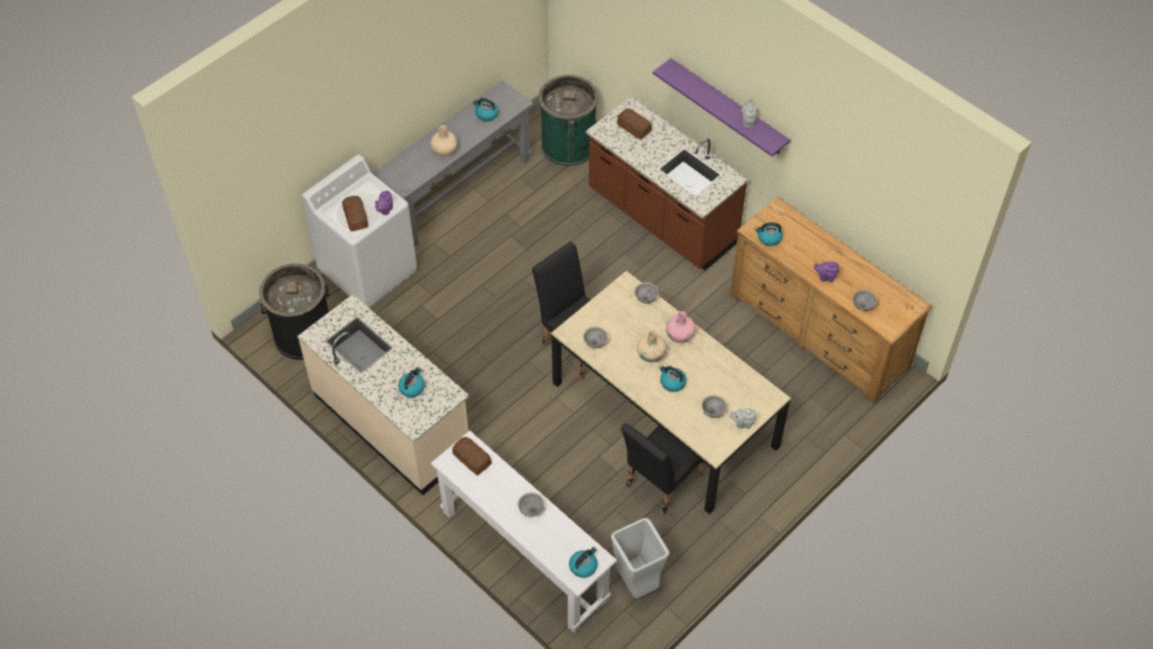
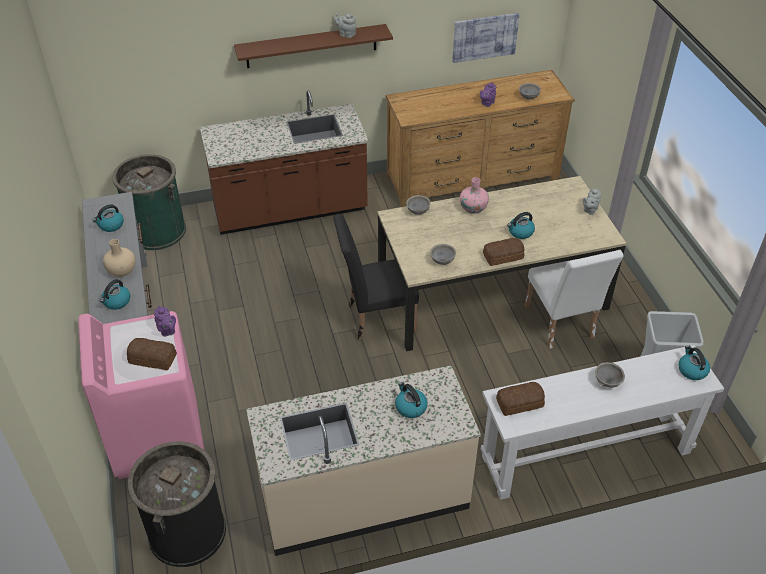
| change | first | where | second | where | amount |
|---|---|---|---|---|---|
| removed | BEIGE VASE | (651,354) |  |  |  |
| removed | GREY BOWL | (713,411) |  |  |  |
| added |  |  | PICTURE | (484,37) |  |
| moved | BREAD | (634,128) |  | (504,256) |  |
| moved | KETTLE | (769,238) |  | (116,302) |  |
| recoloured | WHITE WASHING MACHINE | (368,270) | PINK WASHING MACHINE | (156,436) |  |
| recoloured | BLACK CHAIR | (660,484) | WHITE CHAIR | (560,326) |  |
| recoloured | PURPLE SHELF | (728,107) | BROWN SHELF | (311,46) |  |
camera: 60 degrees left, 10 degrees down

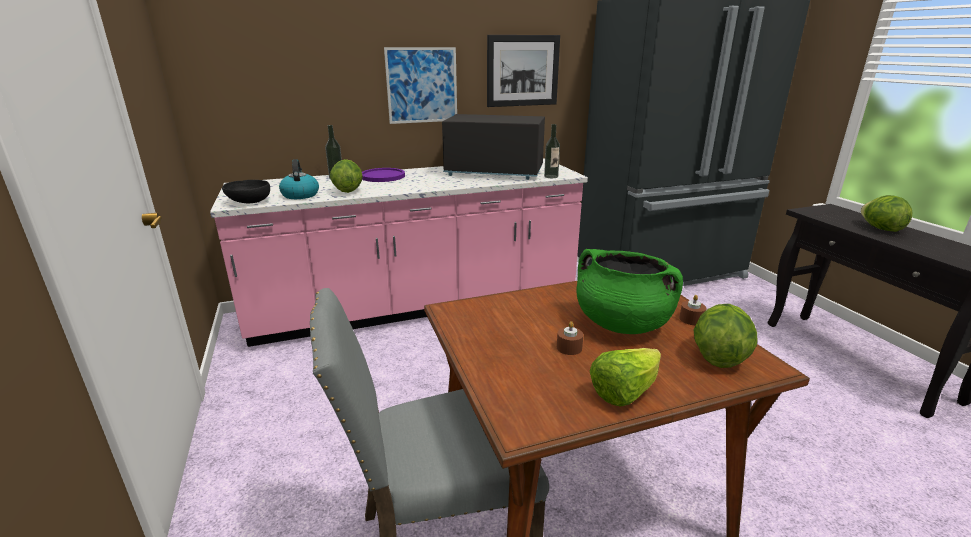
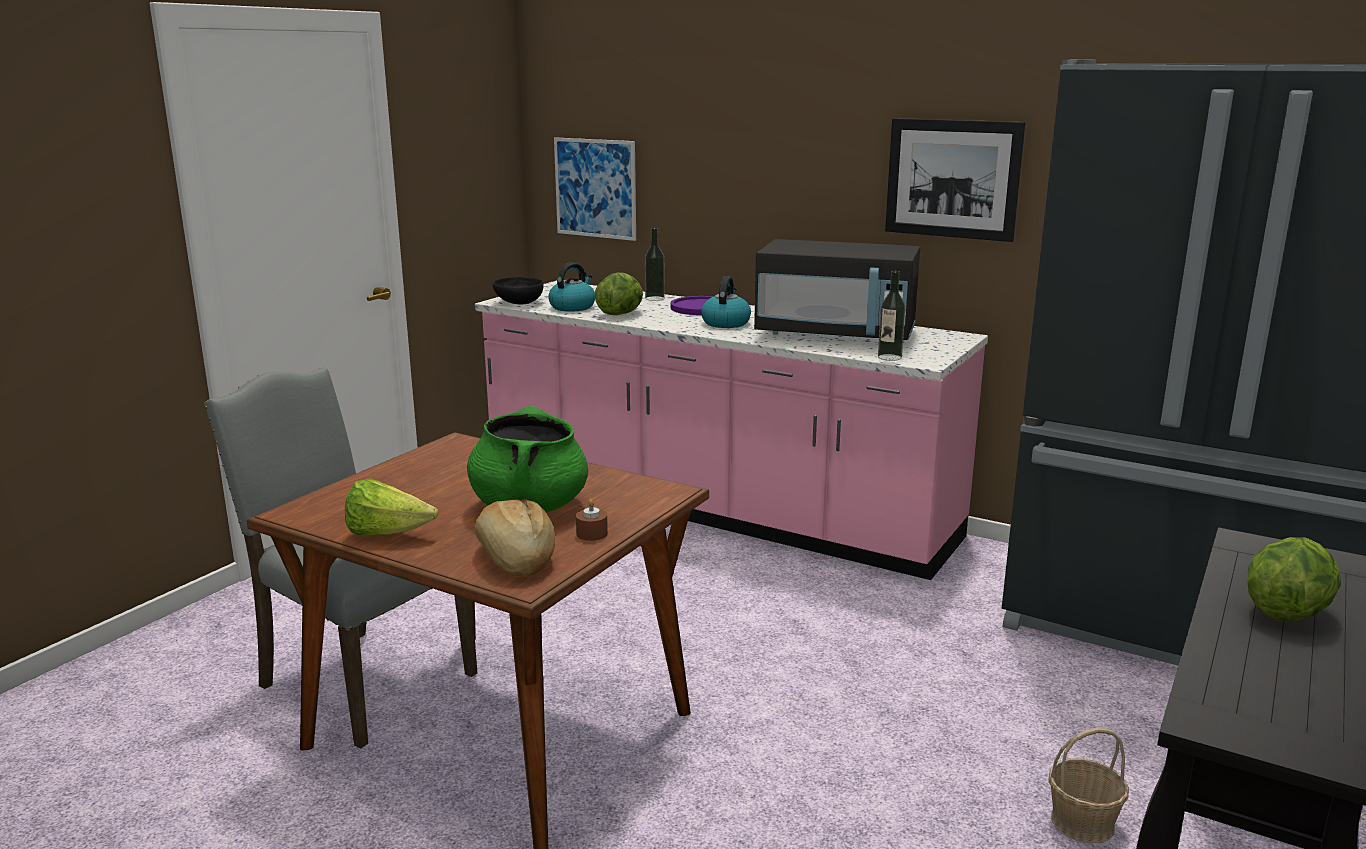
| change | first | where | second | where | amount |
|---|---|---|---|---|---|
| removed | BROWN CANDLE | (569,347) |  |  |  |
| added |  |  | KETTLE | (725,323) |  |
| added |  |  | BASKET | (1083,822) |  |
| moved | PICTURE | (422,85) |  | (595,188) |  |
| replaced | LETTUCE | (718,356) | BREAD | (514,559) |  |
| turned | BLACK MICROWAVE | (494,172) |  | (836,334) | 135 degrees clockwise |
camera: 50 degrees right, 5 degrees down

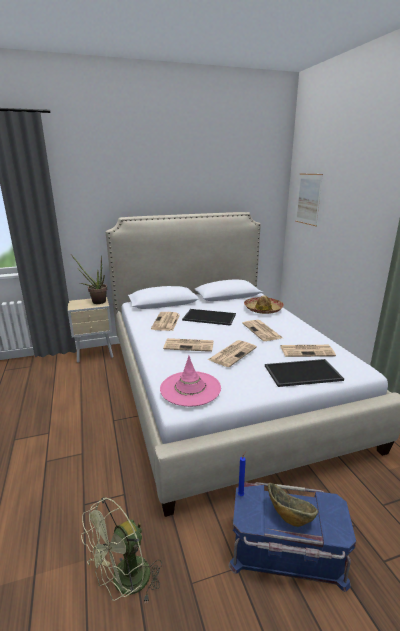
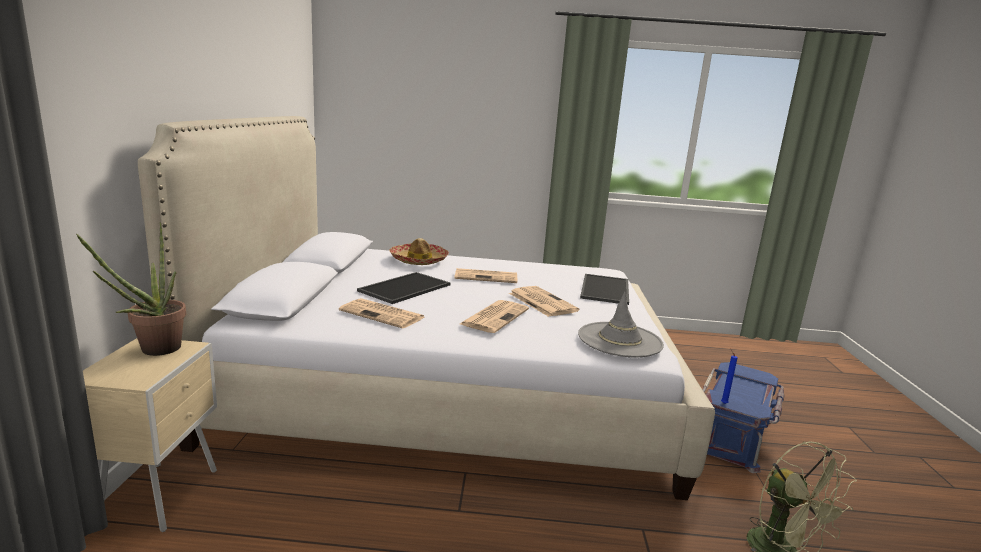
| change | first | where | second | where | amount |
|---|---|---|---|---|---|
| removed | BOWL | (289,516) |  |  |  |
| removed | NEWSPAPER | (307,351) |  |  |  |
| removed | PICTURE | (308,199) |  |  |  |
| recoloured | PINK HAT | (190,388) | GREY HAT | (620,340) |  |
camera: 70 degrees left, 5 degrees down

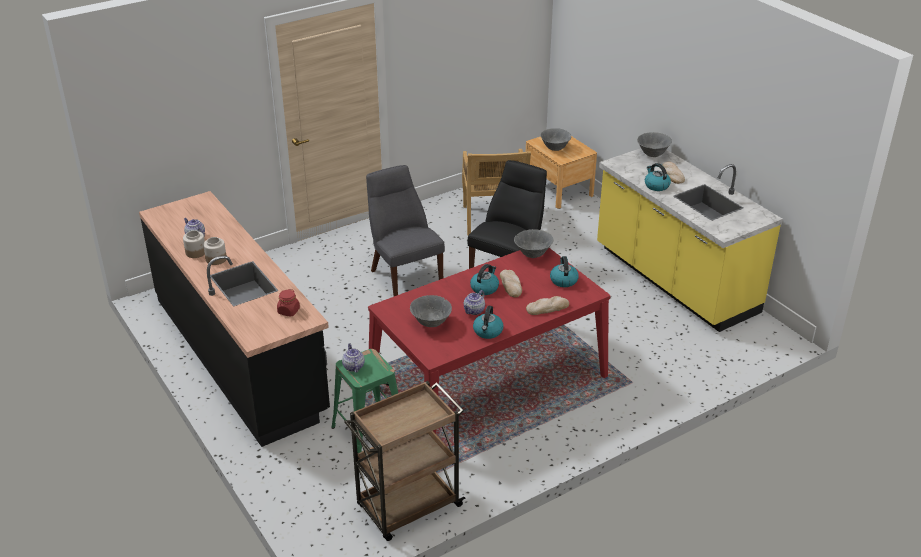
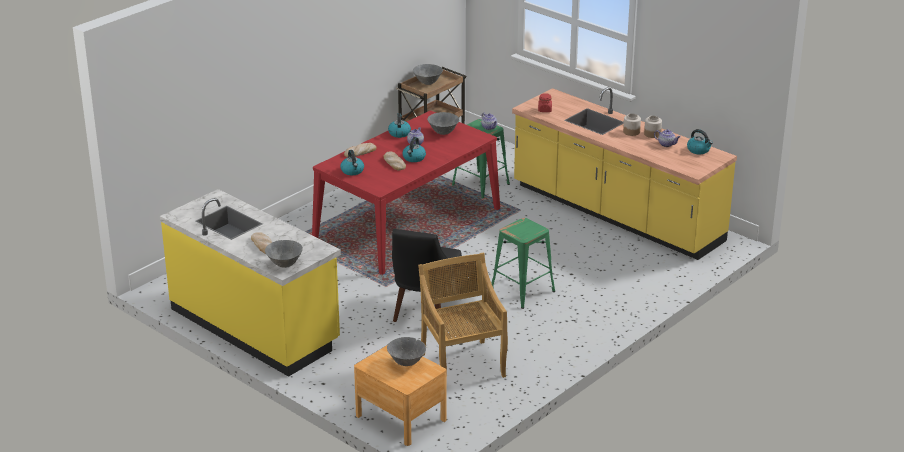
| change | first | where | second | where | amount |
|---|---|---|---|---|---|
| moved | GREY BOWL | (532,255) |  | (427,83) |  |
| moved | KETTLE | (656,185) |  | (699,150) |  |
| replaced | GREY CHAIR | (404,277) | GREEN STOOL | (523,291) |  |
| recoloured | BLACK COUNTER | (240,354) | YELLOW COUNTER | (616,214) |  |
camera: 165 degrees right, 5 degrees down

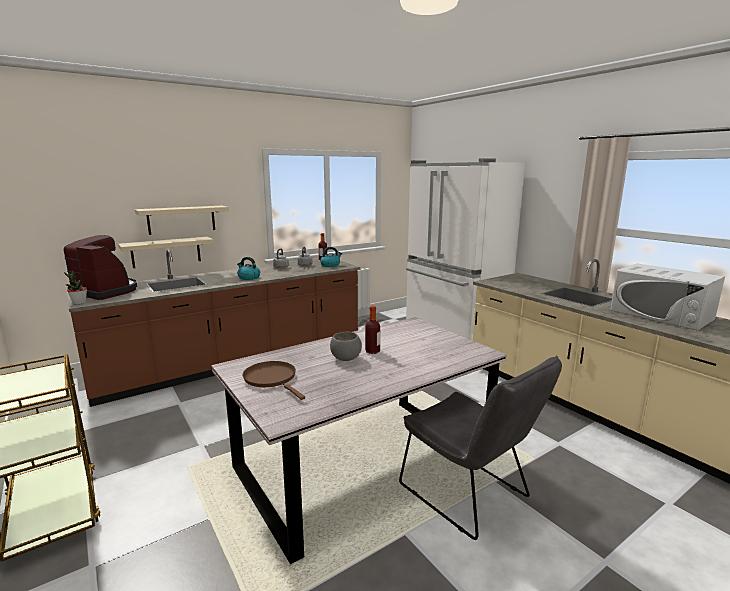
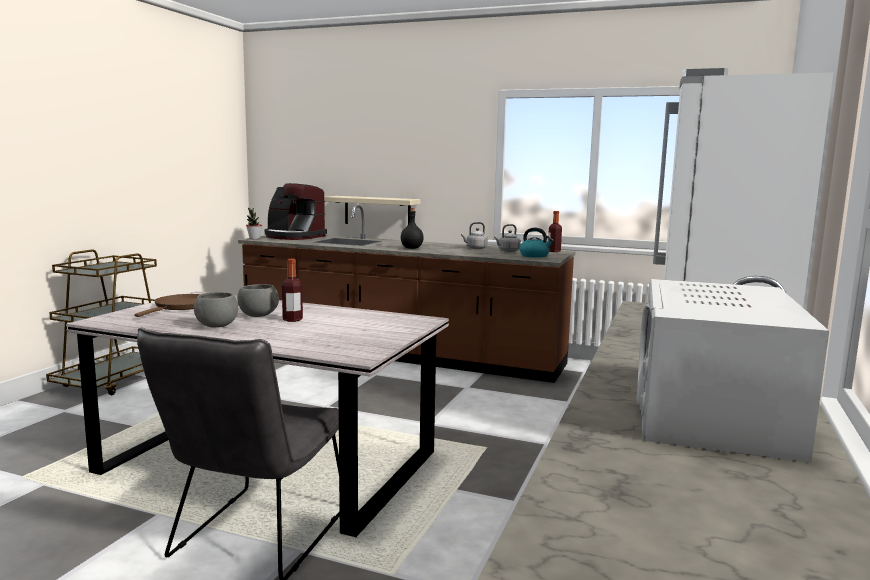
| change | first | where | second | where | amount |
|---|---|---|---|---|---|
| removed | BEIGE SHELF | (181,219) |  |  |  |
| added |  |  | GREY BOWL | (216,326) |  |
| replaced | KETTLE | (248,277) | BLACK BOTTLE | (411,248) |  |
| turned | COFFEE MACHINE | (106,291) |  | (293,237) | 120 degrees clockwise |
camera: 55 degrees right, 5 degrees down

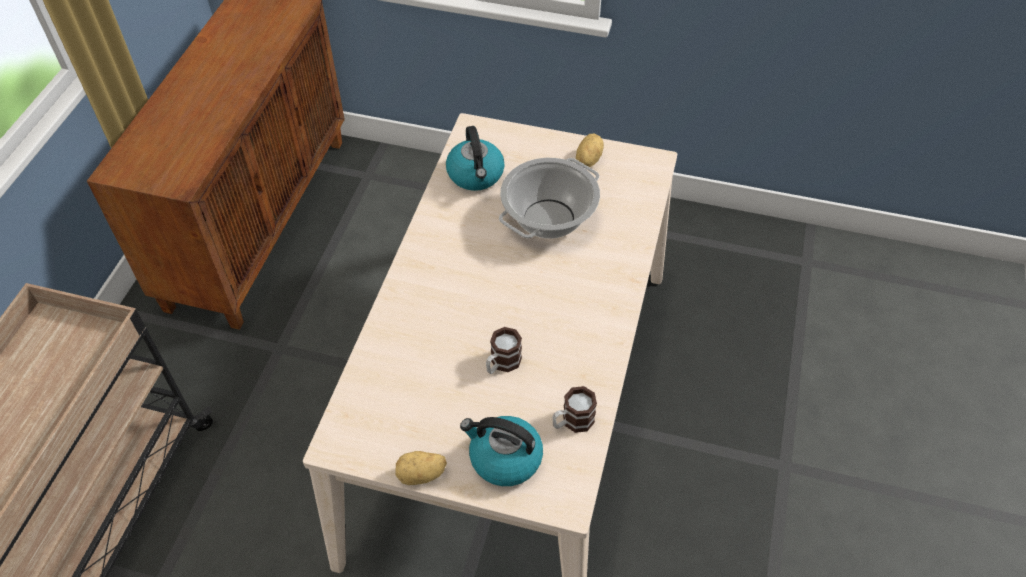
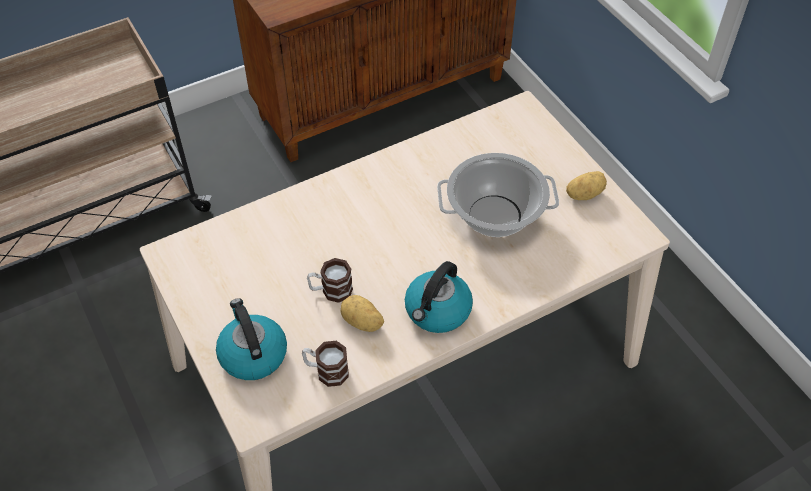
| change | first | where | second | where | amount |
|---|---|---|---|---|---|
| moved | POTATO | (421,475) |  | (362,323) |  |
| moved | KETTLE | (476,175) |  | (437,311) |  |
camera: 45 degrees right, 0 degrees up

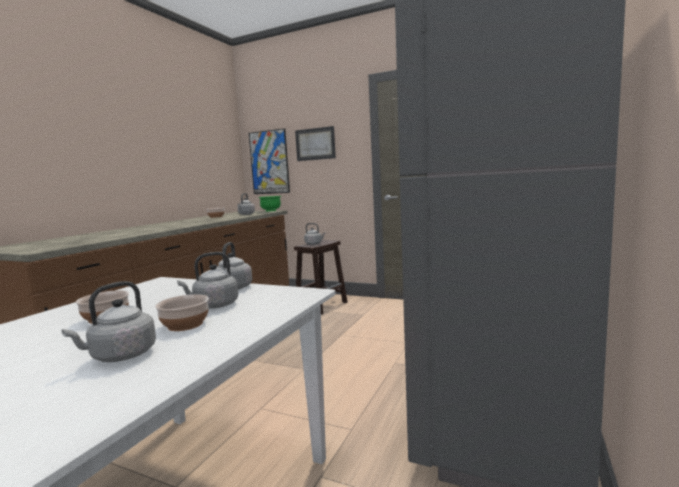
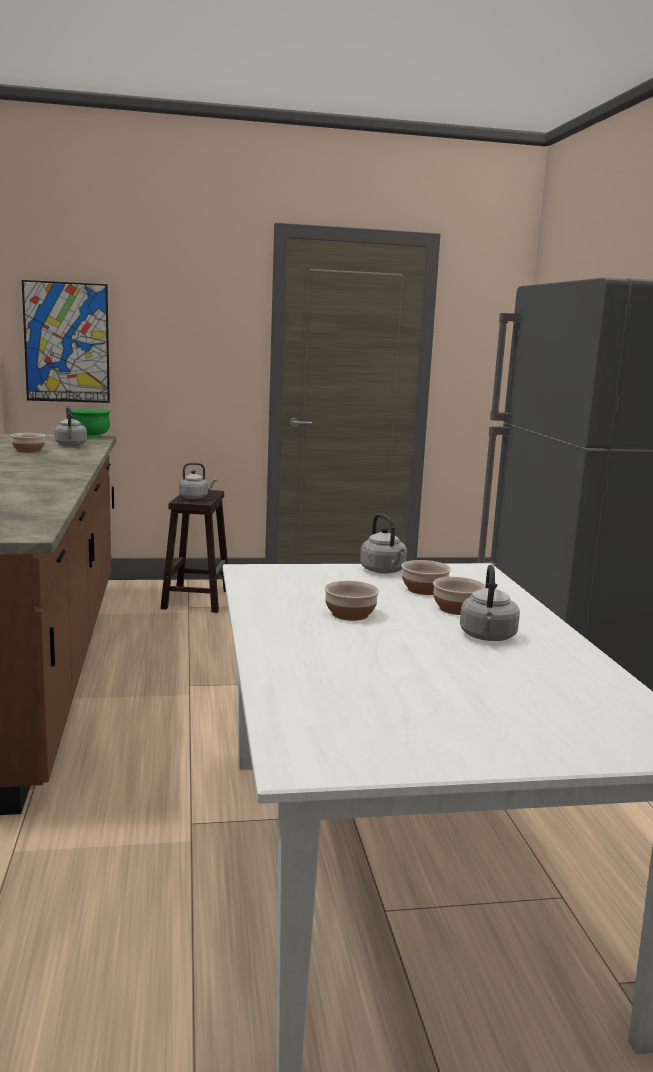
| change | first | where | second | where | amount |
|---|---|---|---|---|---|
| removed | PICTURE | (315,144) |  |  |  |
| replaced | GREY KETTLE | (214,305) | BOWL | (424,590) |  |
camera: 35 degrees left, 5 degrees up

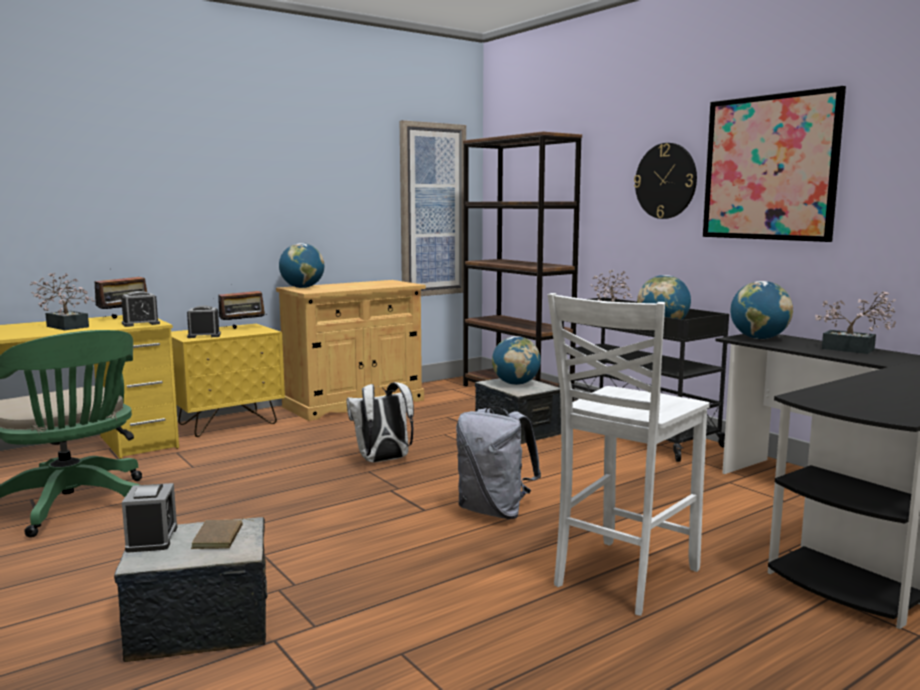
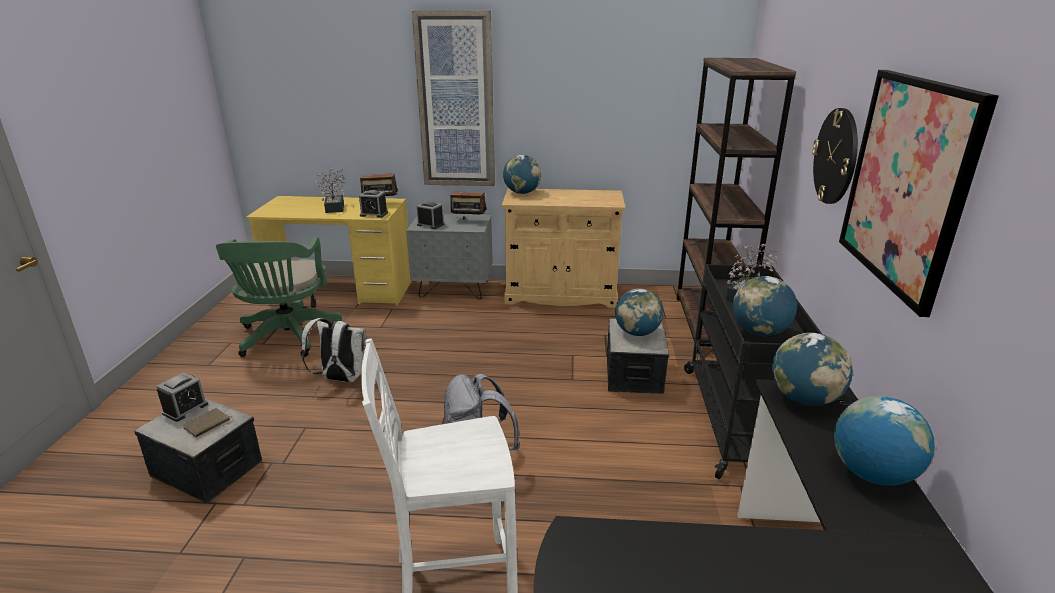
| change | first | where | second | where | amount |
|---|---|---|---|---|---|
| moved | WHITE BACKPACK | (383,460) |  | (341,379) |  |
| moved | PICTURE | (432,210) |  | (456,102) |  |
| replaced | POTTED PLANT | (854,350) | GLOBE | (871,473) |  |
| recoloured | YELLOW NIGHTSTAND | (228,424) | GREY NIGHTSTAND | (454,290) |  |
camera: 40 degrees right, 15 degrees up

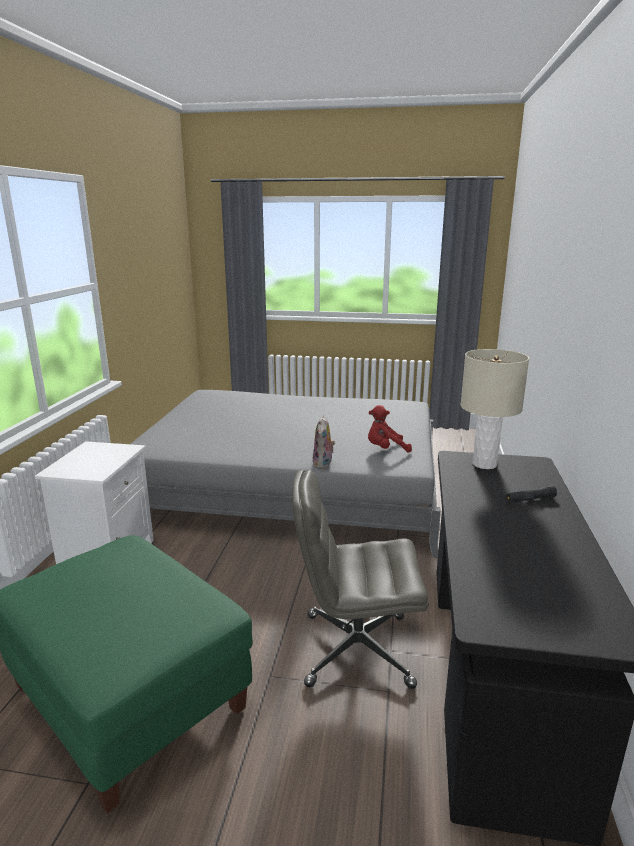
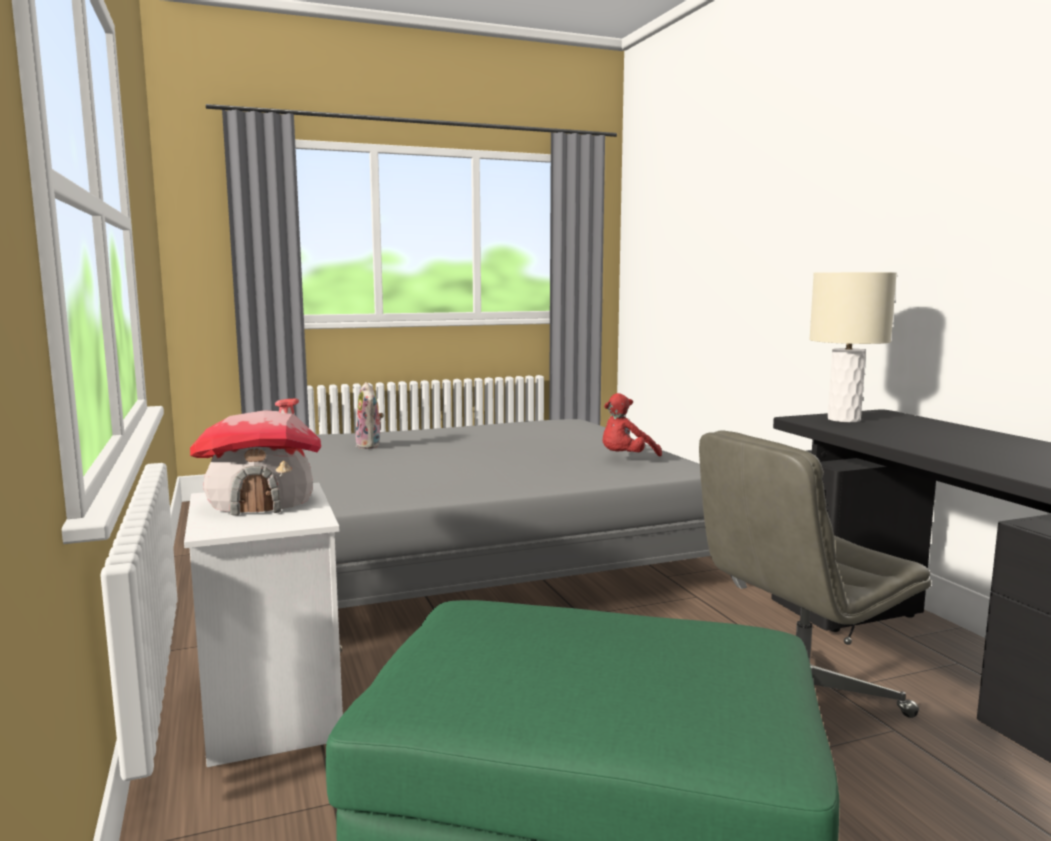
| change | first | where | second | where | amount |
|---|---|---|---|---|---|
| removed | BLACK FLASHLIGHT | (530,499) |  |  |  |
| added |  |  | TOY HOUSE | (262,502) |  |
| moved | PLUSH TOY | (323,464) |  | (370,446) |  |
camera: 30 degrees left, 10 degrees down

